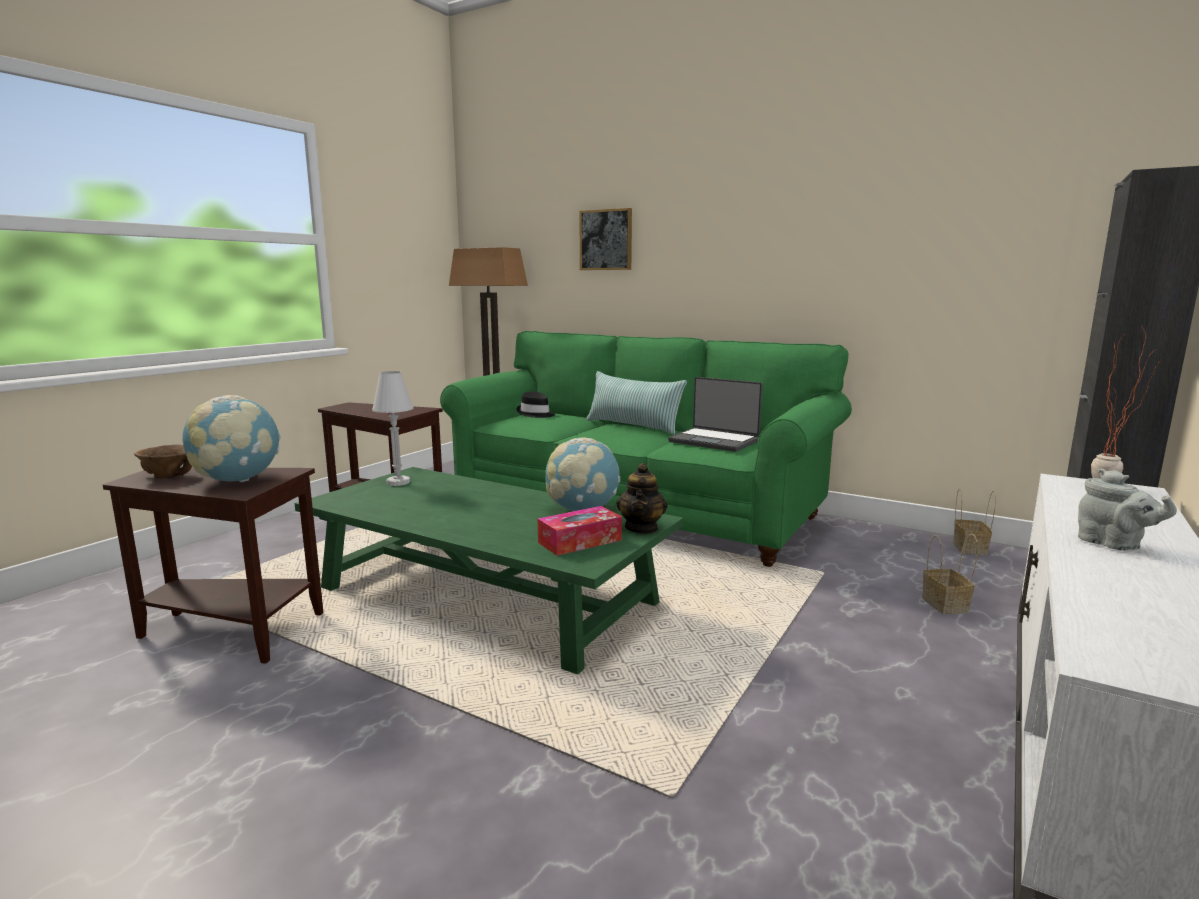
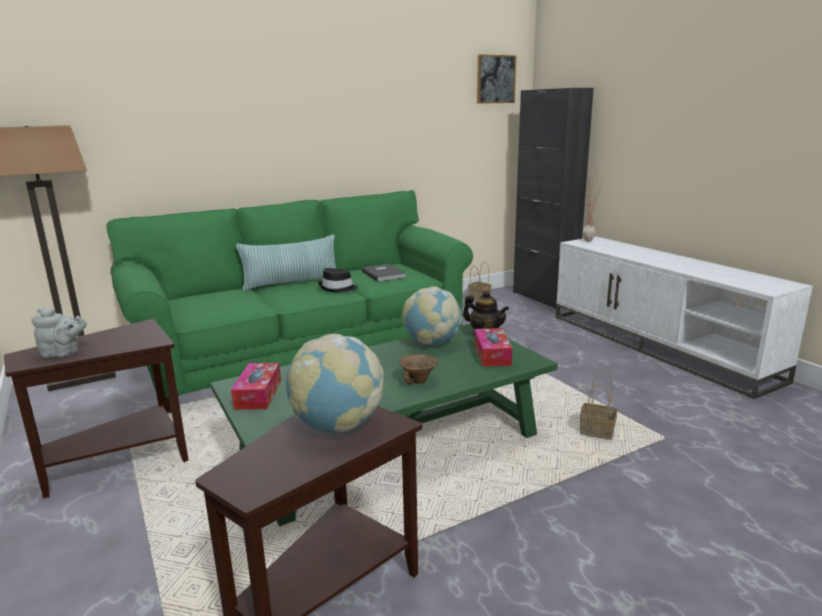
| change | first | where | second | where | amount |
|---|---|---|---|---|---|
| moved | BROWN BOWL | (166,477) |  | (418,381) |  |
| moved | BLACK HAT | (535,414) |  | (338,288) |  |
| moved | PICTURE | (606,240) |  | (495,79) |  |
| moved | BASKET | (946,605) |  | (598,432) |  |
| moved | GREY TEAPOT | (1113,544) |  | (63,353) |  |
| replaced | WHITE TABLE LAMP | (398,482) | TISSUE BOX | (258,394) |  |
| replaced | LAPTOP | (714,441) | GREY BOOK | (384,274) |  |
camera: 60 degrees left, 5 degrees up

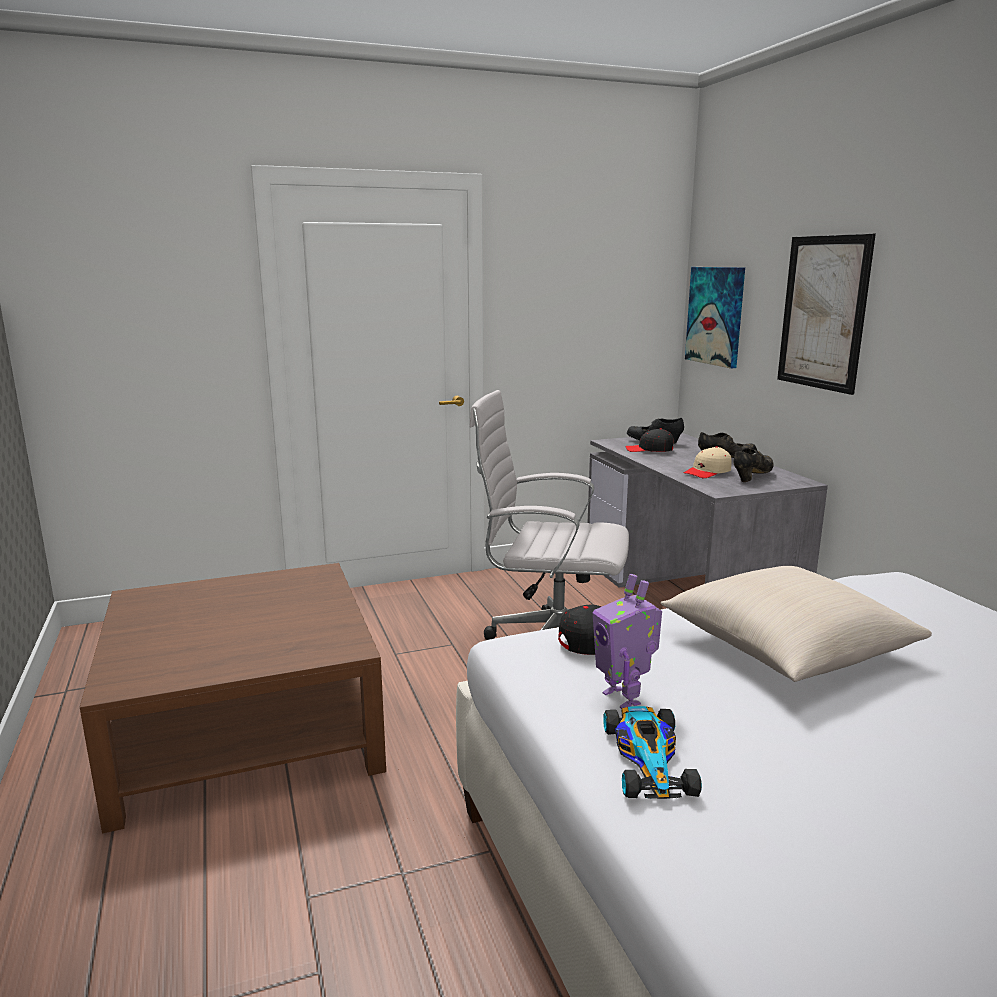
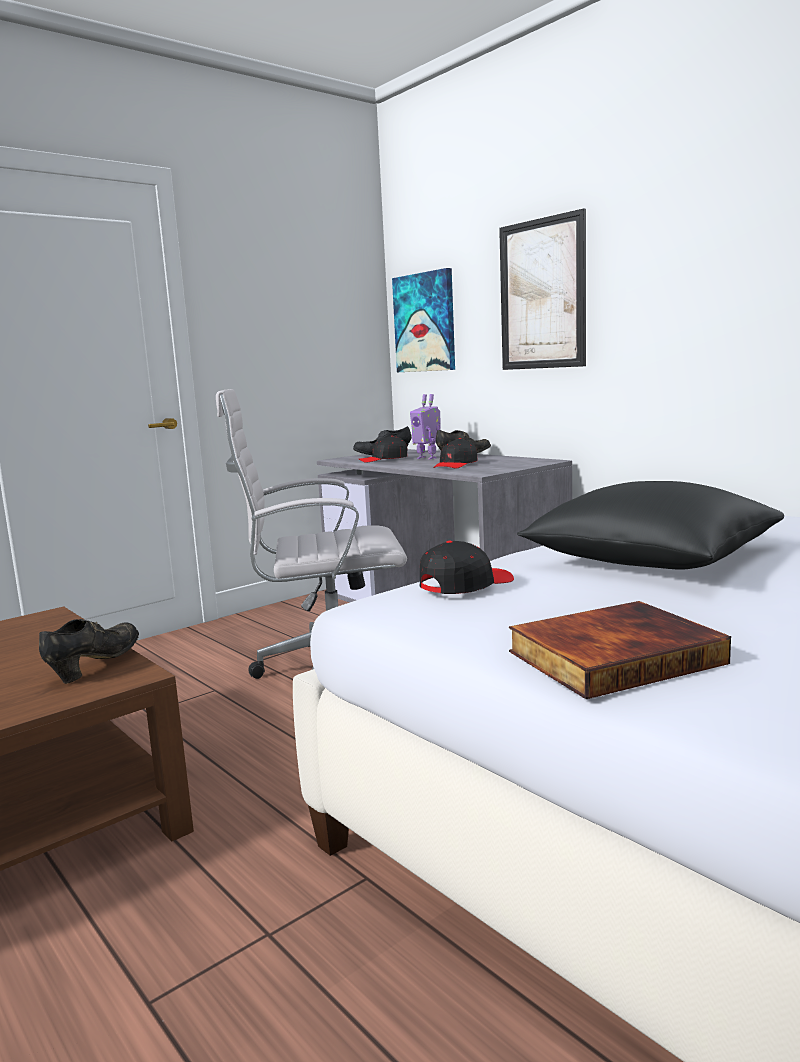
| change | first | where | second | where | amount |
|---|---|---|---|---|---|
| moved | TOY ROBOT | (623,698) |  | (427,458) |  |
| moved | BLACK SHOE | (752,477) |  | (96,666) |  |
| replaced | TOY CAR | (648,759) | BOOK | (613,656) |  |
| recoloured | BEIGE PILLOW | (786,649) | BLACK PILLOW | (651,560) |  |
| recoloured | BEIGE CAP | (708,472) | BLACK CAP | (456,465) |  |
camera: 20 degrees left, 5 degrees down

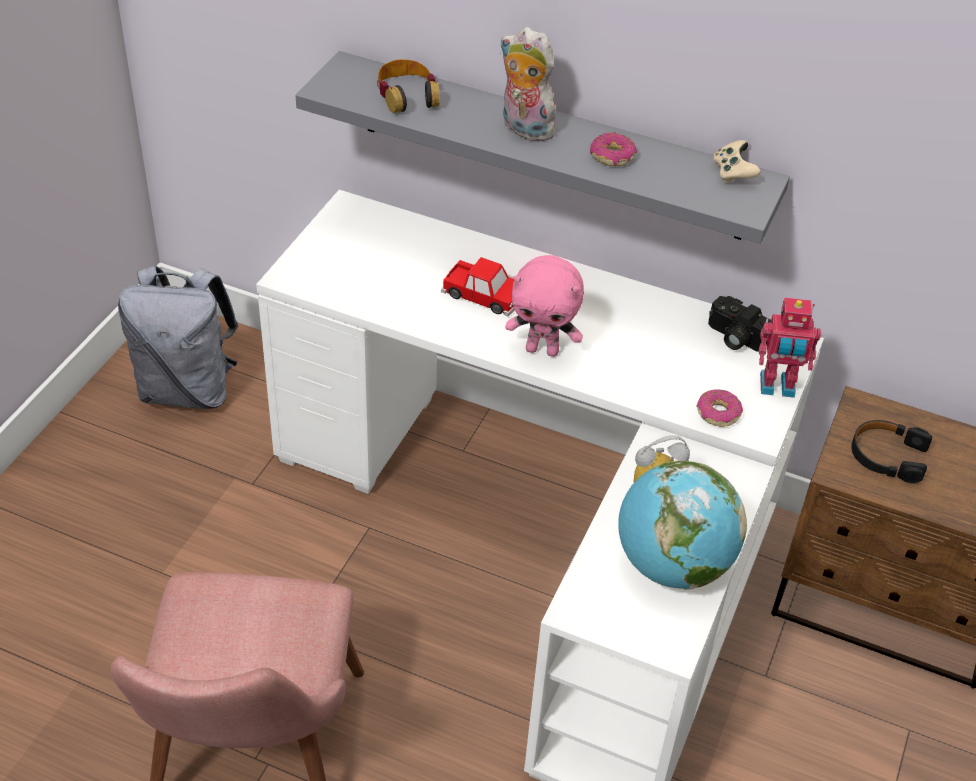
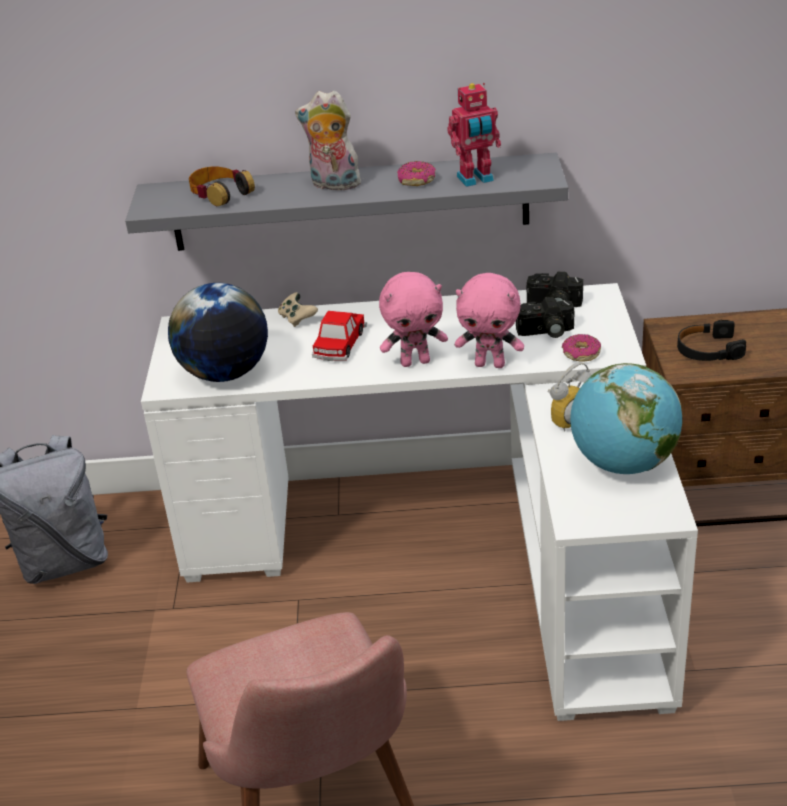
| change | first | where | second | where | amount |
|---|---|---|---|---|---|
| added |  |  | GLOBE | (225,373) |  |
| added |  |  | PINK PLUSH TOY | (490,364) |  |
| added |  |  | PHOTO CAMERA | (546,332) |  |
| moved | BEIGE GAME CONTROLLER | (733,173) |  | (297,318) |  |
| moved | TOY ROBOT | (777,387) |  | (476,179) |  |
| turned | TOY CAR | (484,296) |  | (339,344) | 105 degrees clockwise |
camera: 20 degrees left, 10 degrees down

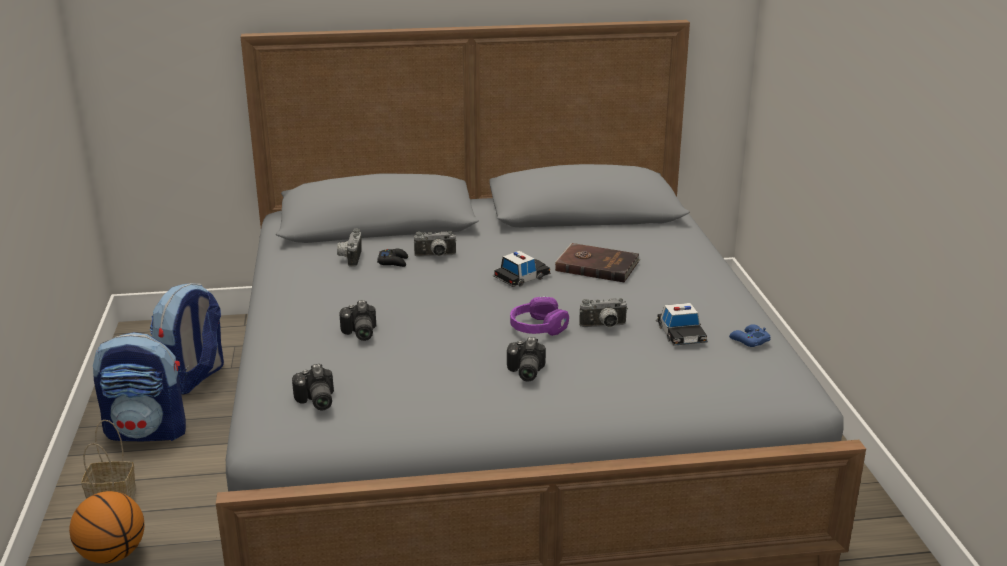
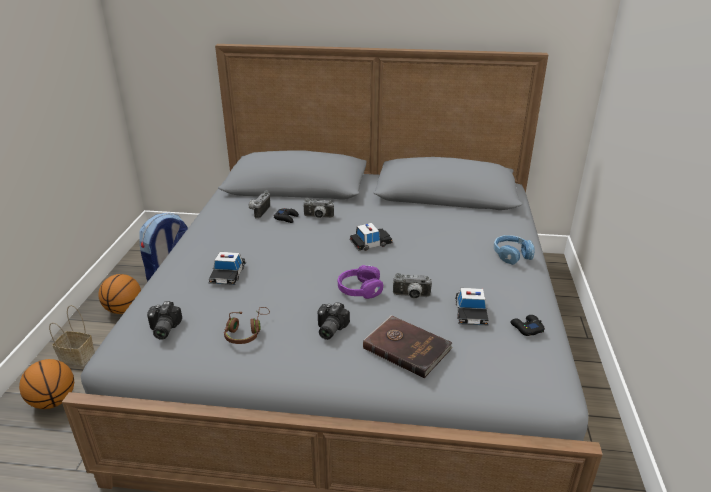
| change | first | where | second | where | amount |
|---|---|---|---|---|---|
| added |  |  | BROWN HEADPHONES | (246,332) |  |
| added |  |  | BLUE HEADPHONES | (511,255) |  |
| moved | BROWN BOOK | (596,265) |  | (407,347) |  |
| replaced | BACKPACK | (148,431) | BASKETBALL | (124,309) |  |
| replaced | PHOTO CAMERA | (359,333) | TOY CAR | (228,274) |  |
| recoloured | BLUE GAME CONTROLLER | (749,340) | BLACK GAME CONTROLLER | (526,328) |  |
camera: 15 degrees right, 5 degrees up

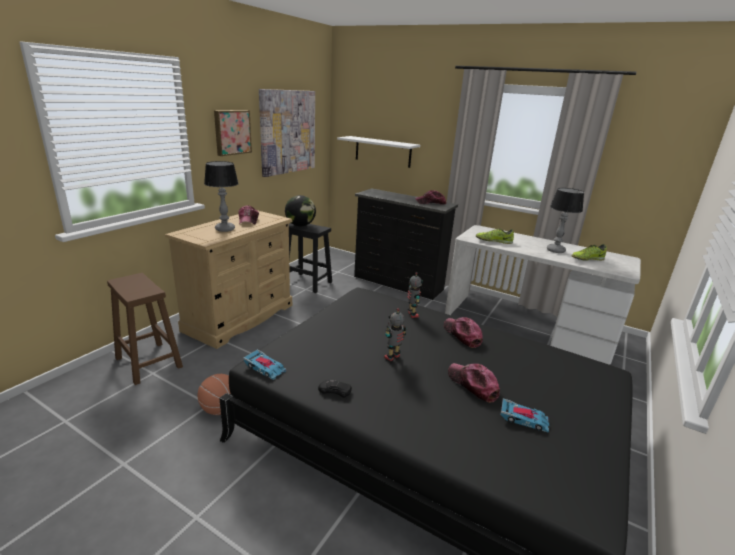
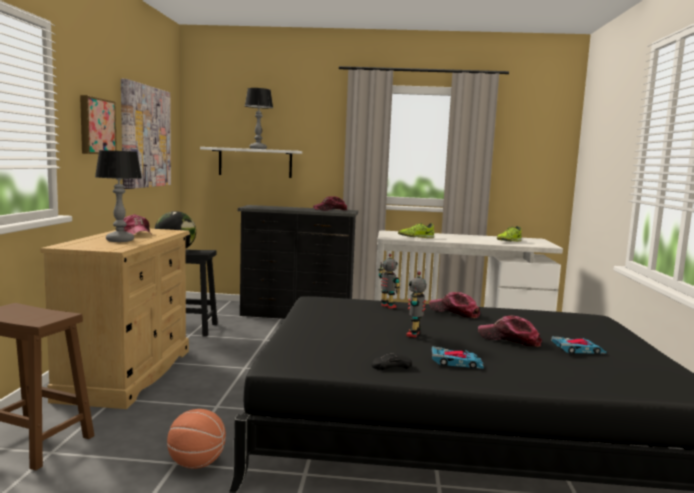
| change | first | where | second | where | amount |
|---|---|---|---|---|---|
| moved | TOY CAR | (265,368) |  | (456,362) |  |
| moved | TABLE LAMP | (555,250) |  | (257,148) |  |
camera: 25 degrees left, 15 degrees down

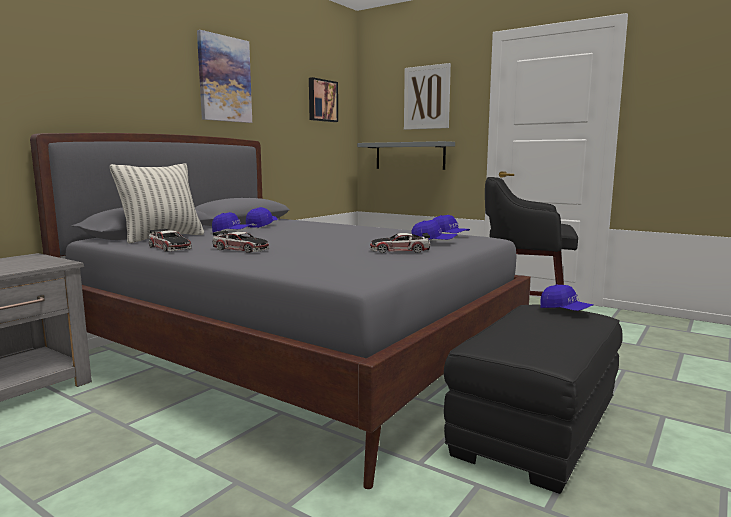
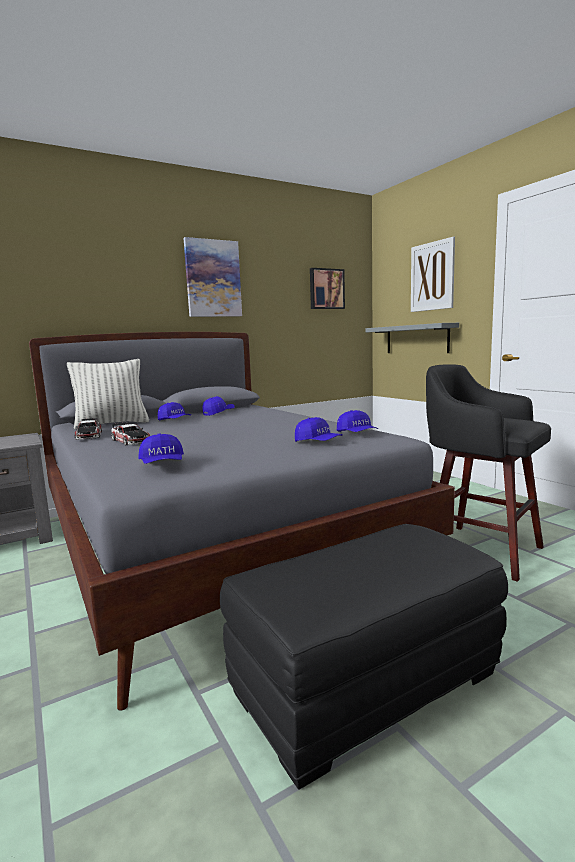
| change | first | where | second | where | amount |
|---|---|---|---|---|---|
| removed | TOY CAR | (399,250) |  |  |  |
| moved | BLUE CAP | (565,310) |  | (162,464) |  |
camera: 25 degrees right, 0 degrees up

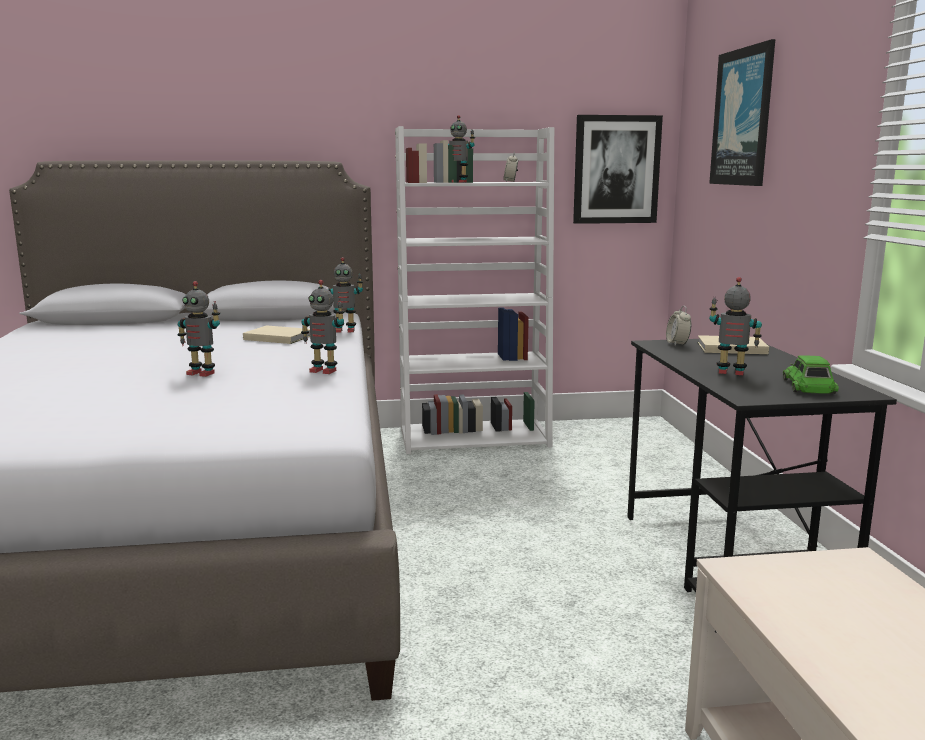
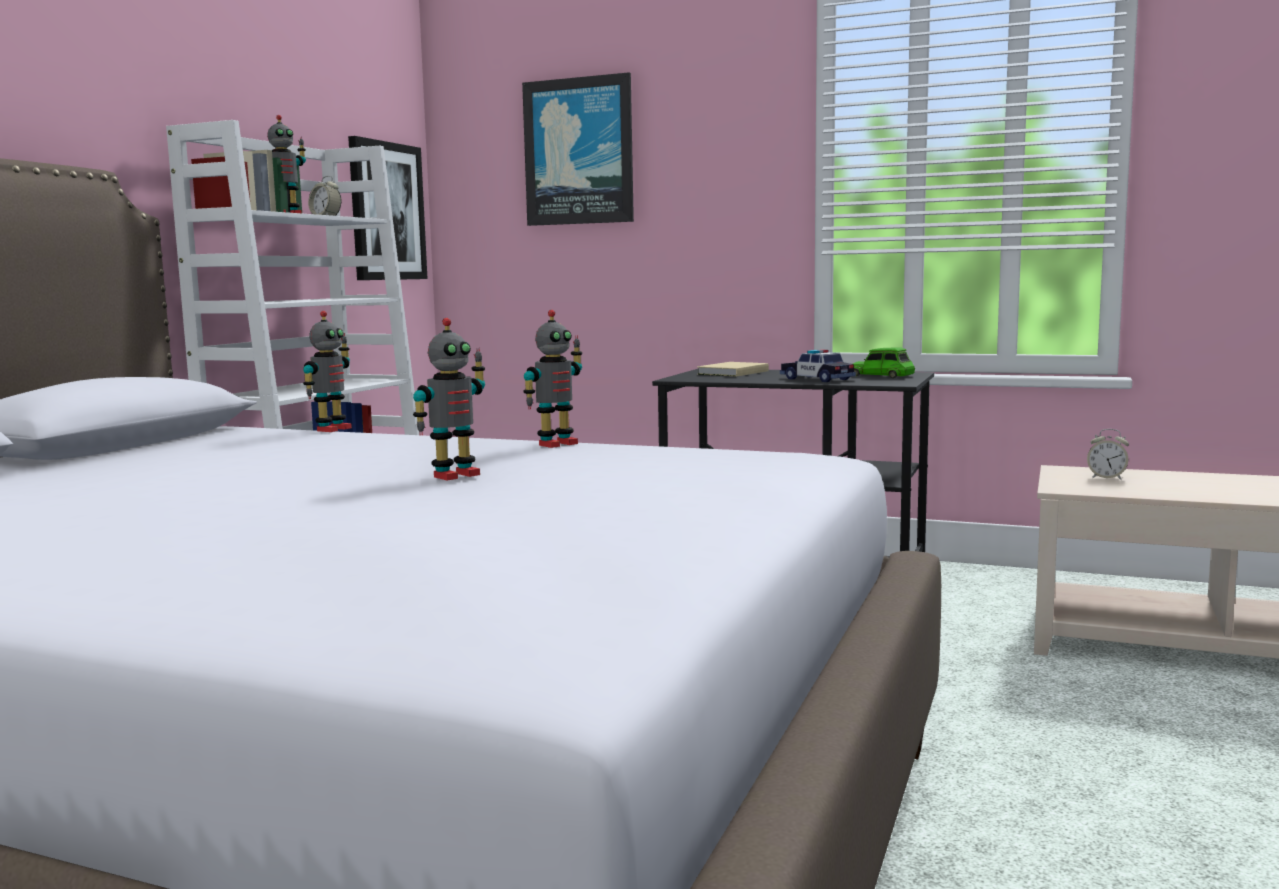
| change | first | where | second | where | amount |
|---|---|---|---|---|---|
| removed | BEIGE BOOK | (277,337) |  |  |  |
| moved | ALARM CLOCK | (677,344) |  | (1106,478) |  |
| replaced | TOY ROBOT | (731,373) | TOY CAR | (817,379) |  |
camera: 60 degrees left, 5 degrees down

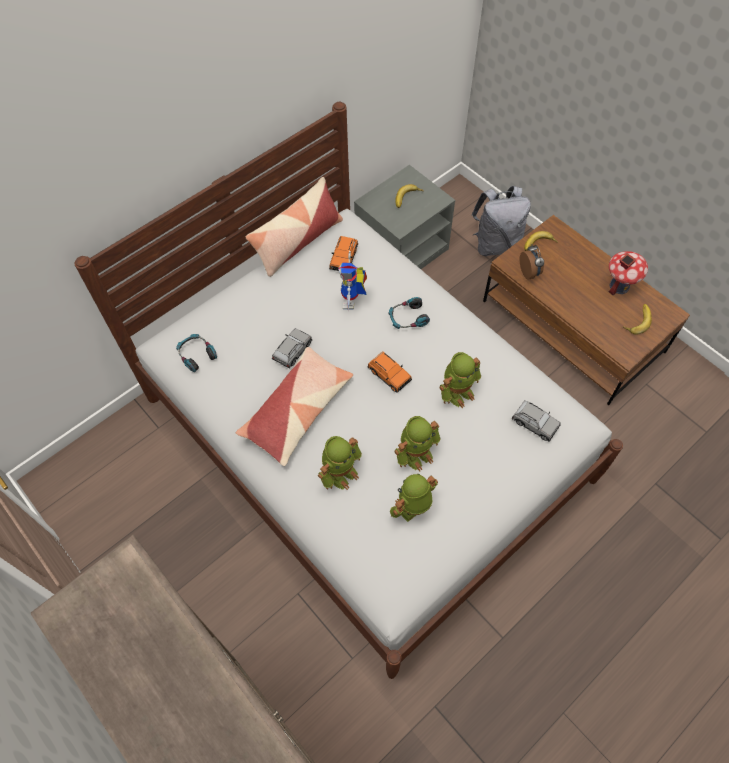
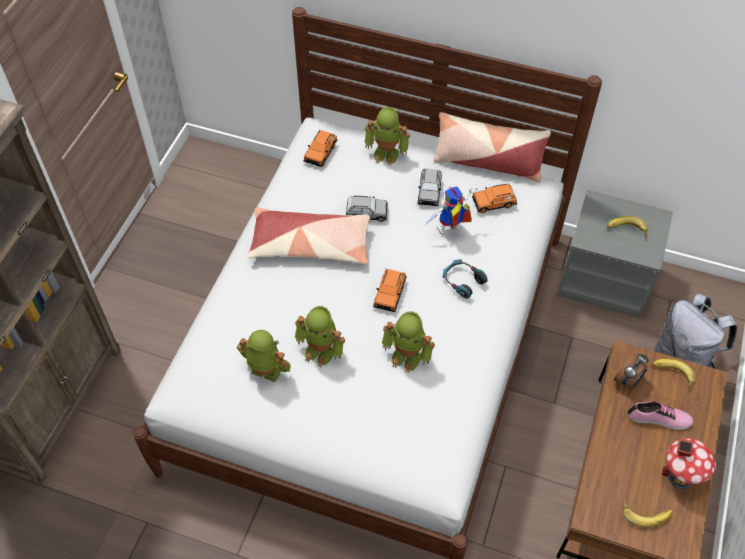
| change | first | where | second | where | amount |
|---|---|---|---|---|---|
| added |  |  | SHOE | (659,419) |  |
| moved | TOY ROBOT | (340,472) |  | (387,153) |  |
| moved | GREY TOY CAR | (534,424) |  | (429,192) |  |
| replaced | HEADPHONES | (196,355) | ORANGE TOY CAR | (320,153) |  |
camera: 60 degrees right, 5 degrees down

